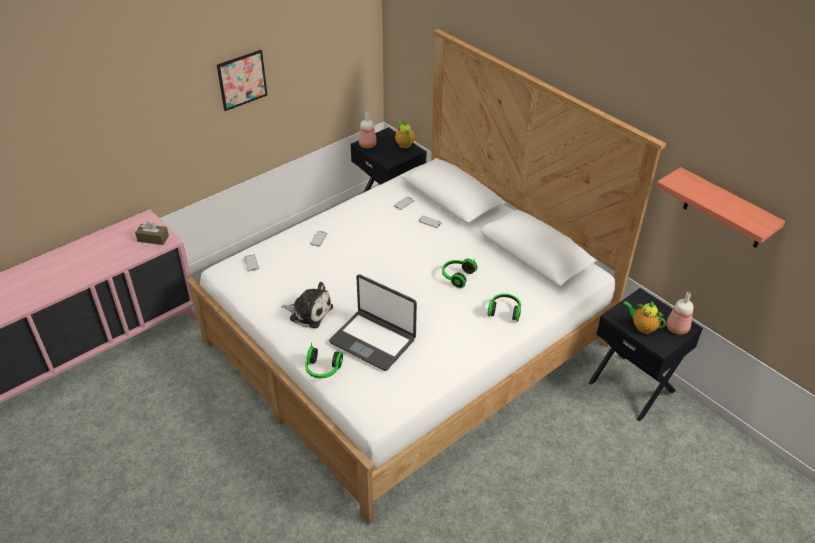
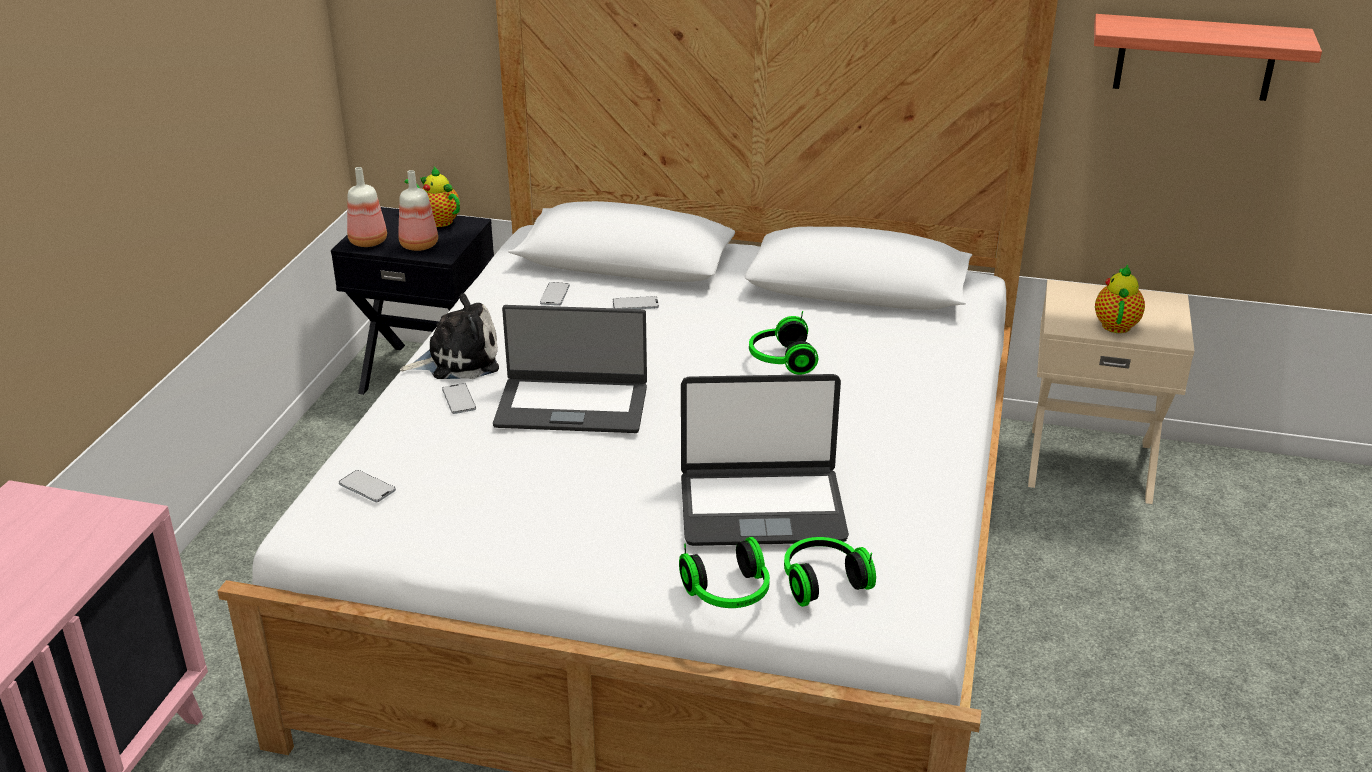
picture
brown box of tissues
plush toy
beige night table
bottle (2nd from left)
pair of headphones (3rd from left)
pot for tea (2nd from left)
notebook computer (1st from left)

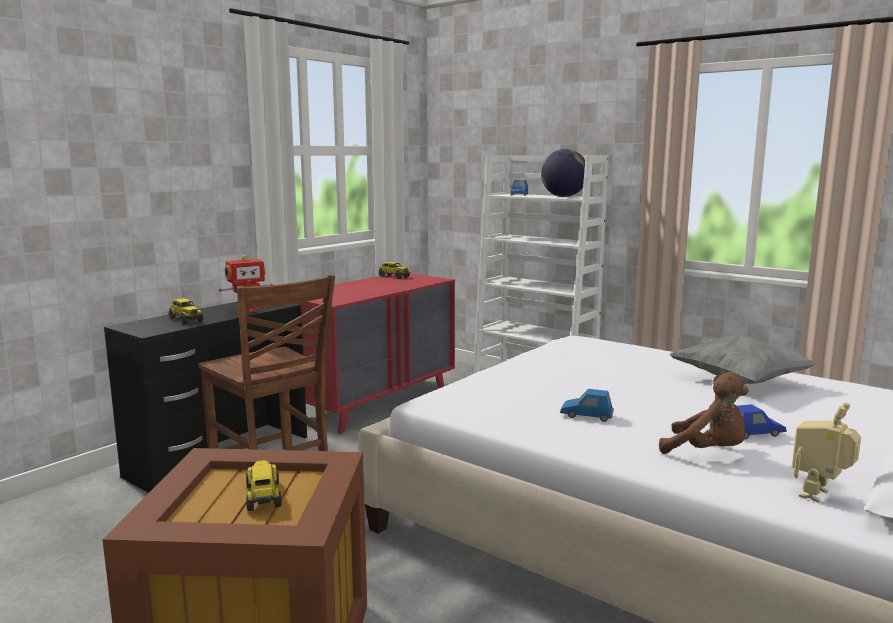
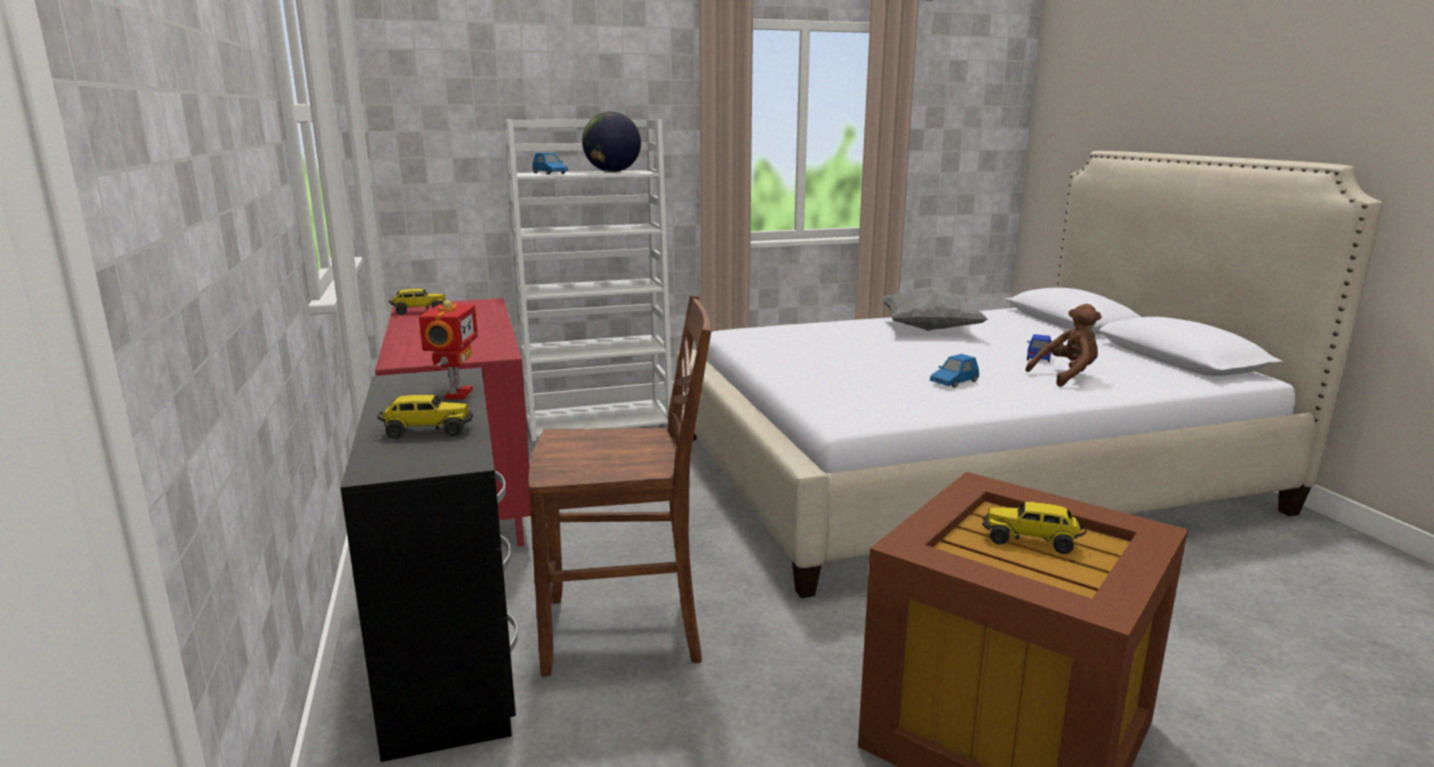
toy robot (2nd from left in the first image)

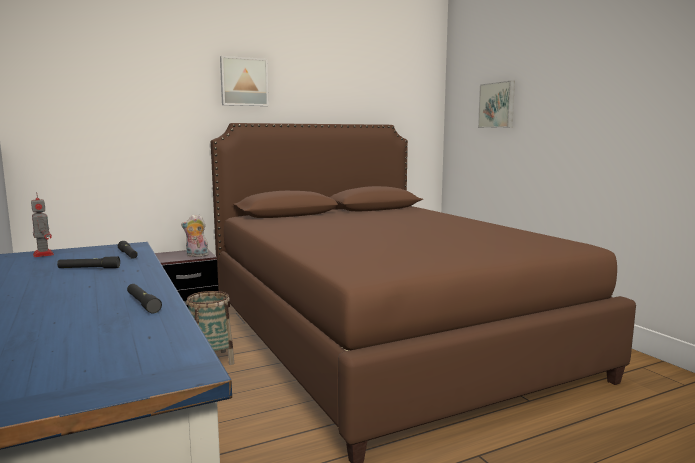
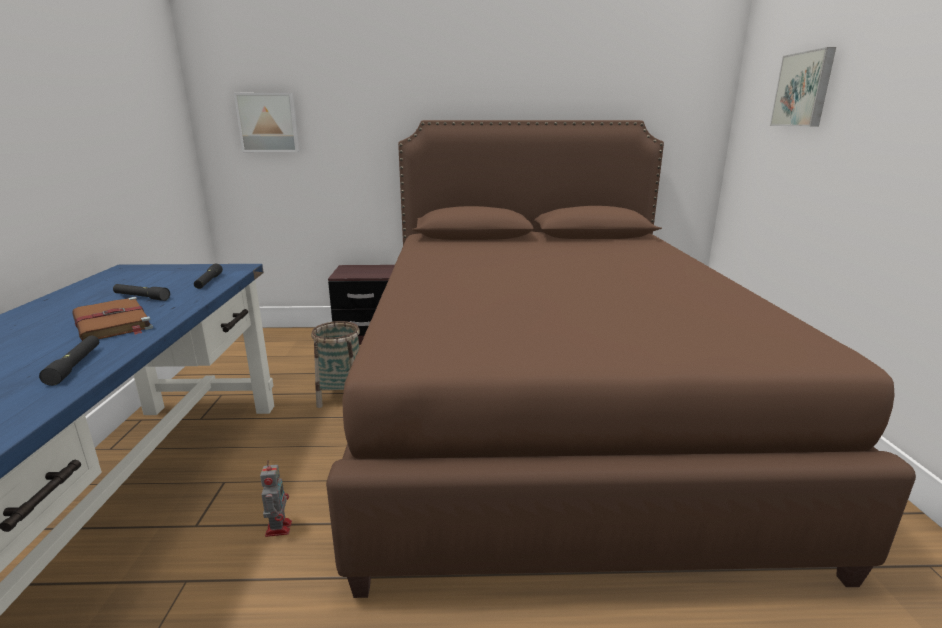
picture (1st from left)
toy robot
plush toy
brown bound book

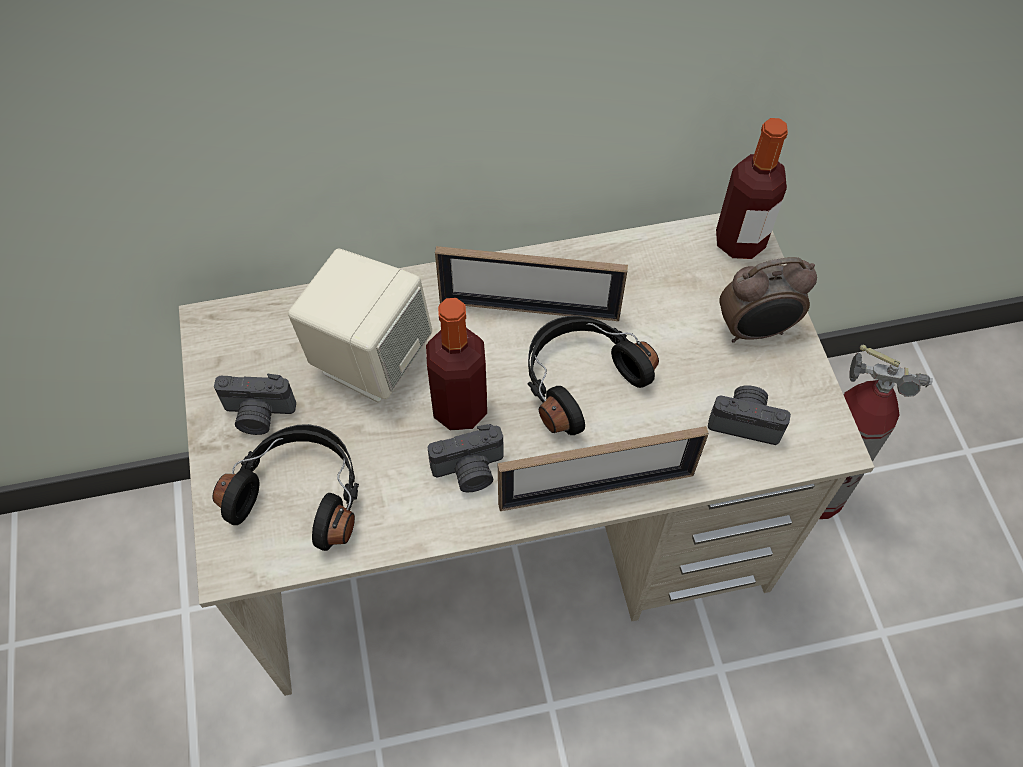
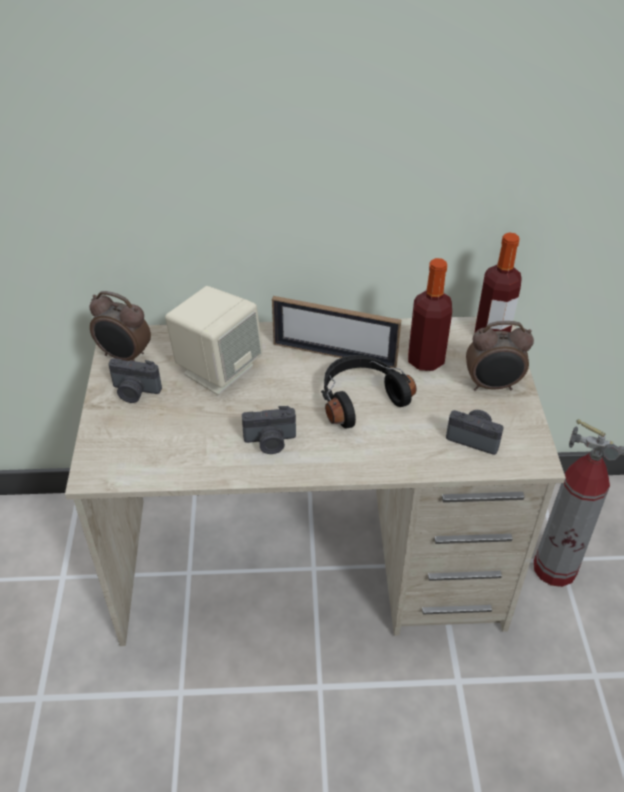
bottle (1st from left)
black-coloured pair of headphones (1st from left in the first image)
standing frame (2nd from left in the first image)
table clock (1st from left)

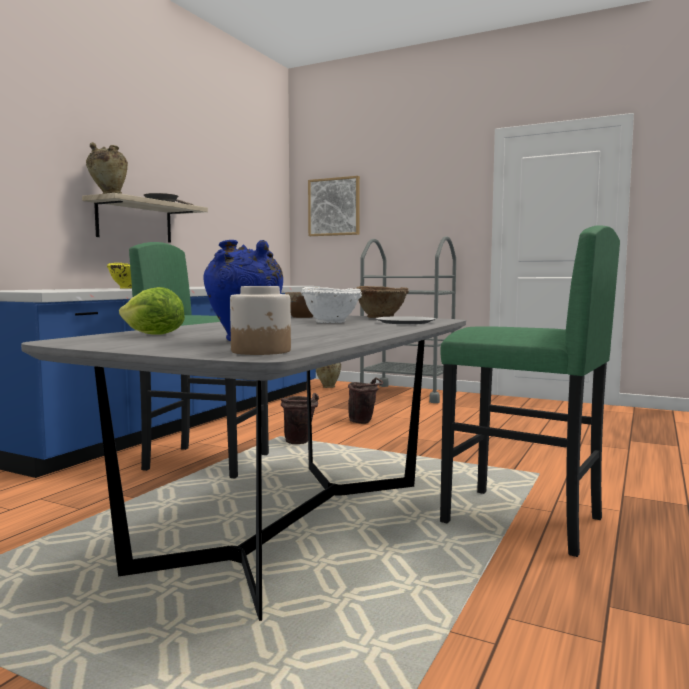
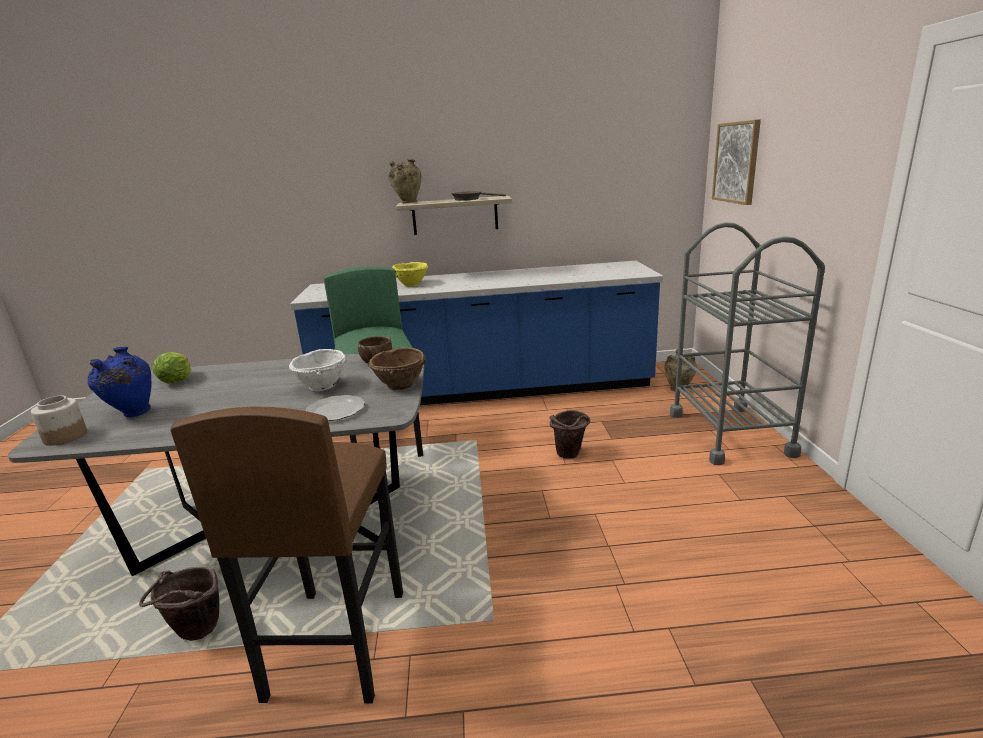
brown sitting stool
brown water bucket (1st from left)

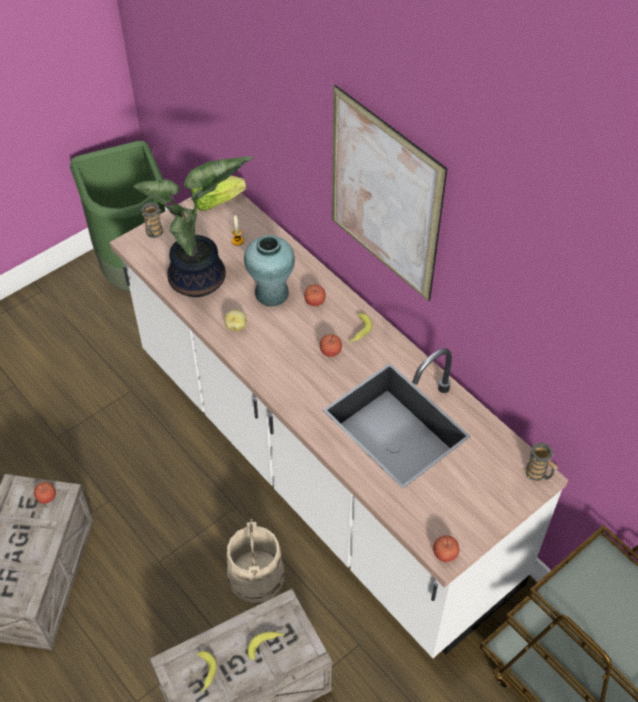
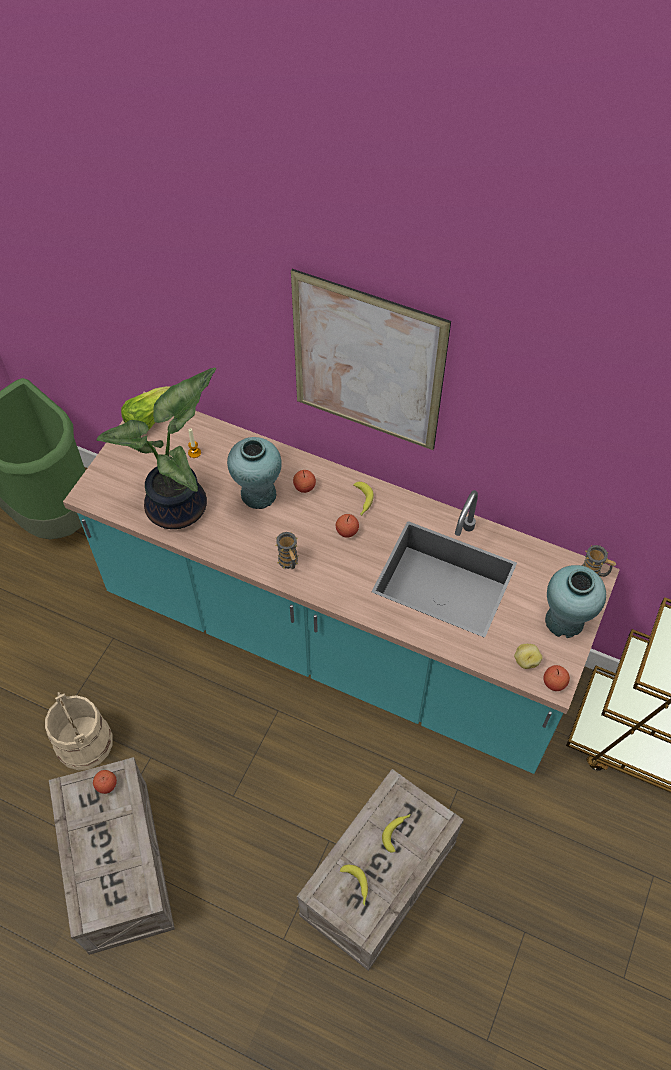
blue-green counter
coffee mug (1st from left)
potato
beige water bucket
blue-green vase (2nd from left)

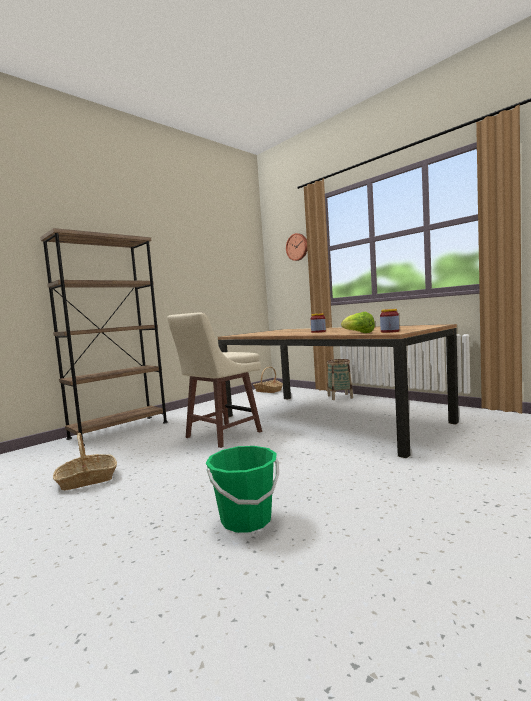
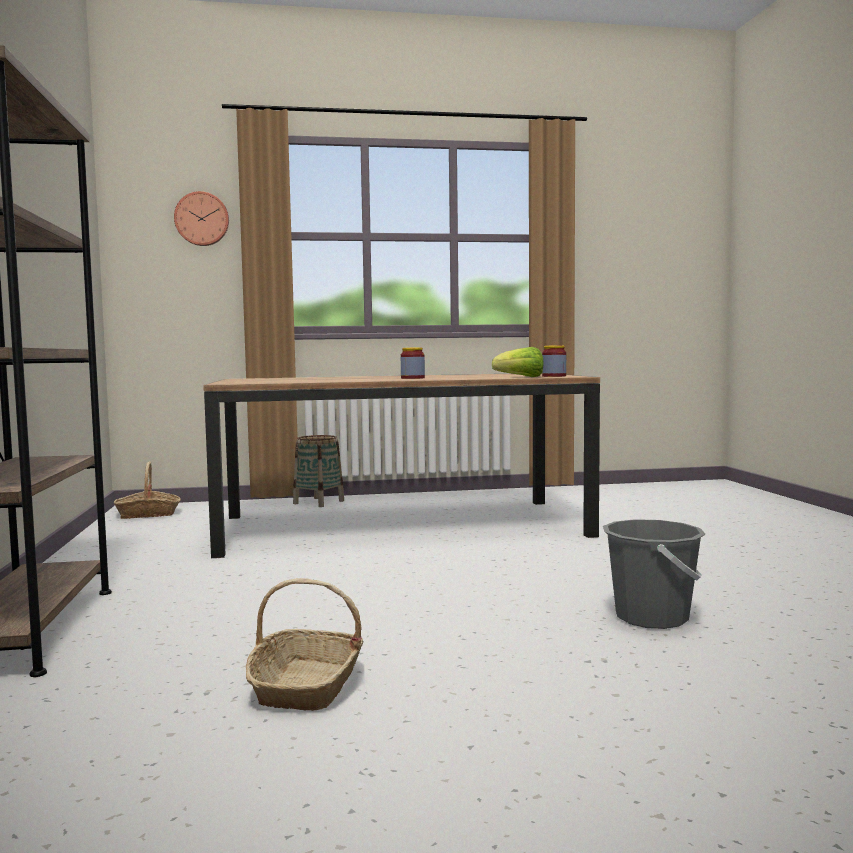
beige sitting stool
greyish water bucket

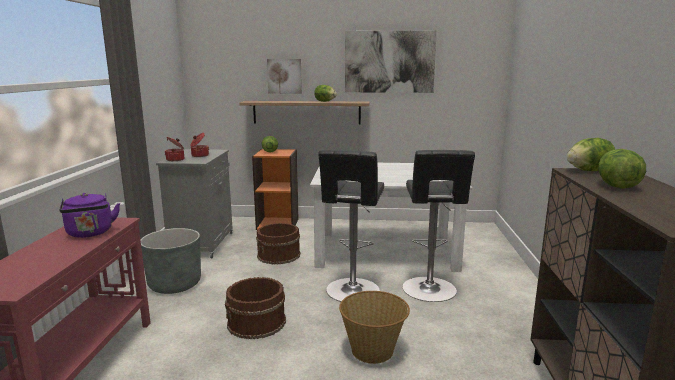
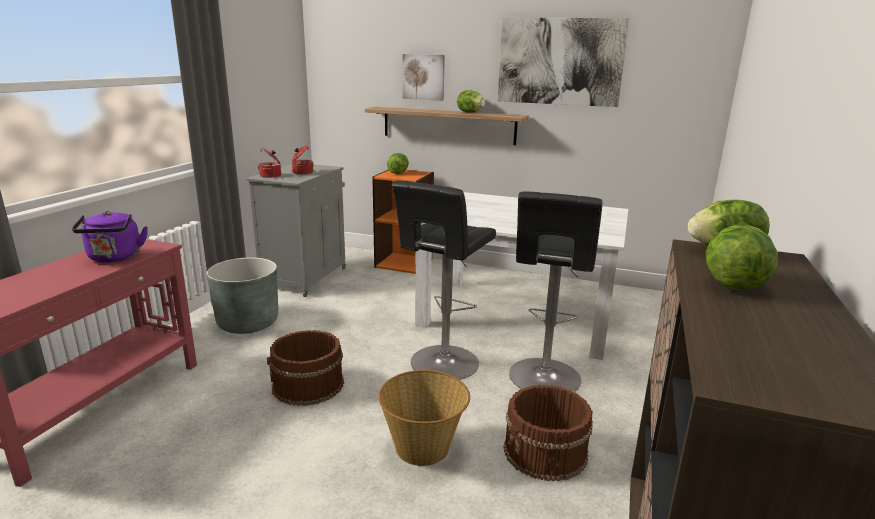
brown water bucket (2nd from left)

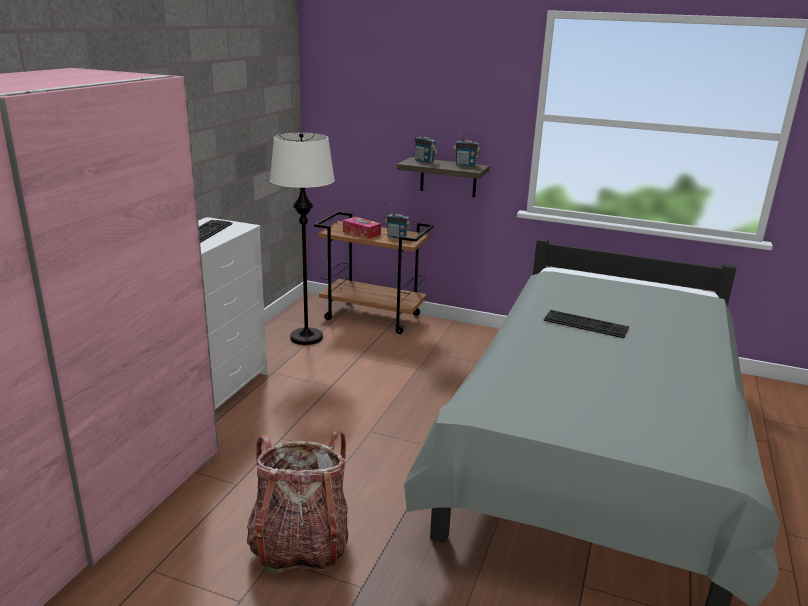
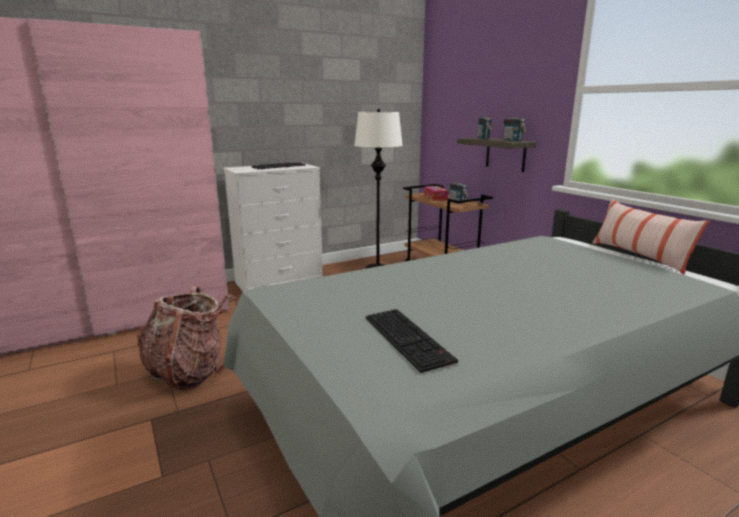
keyboard (2nd from left)
pillow

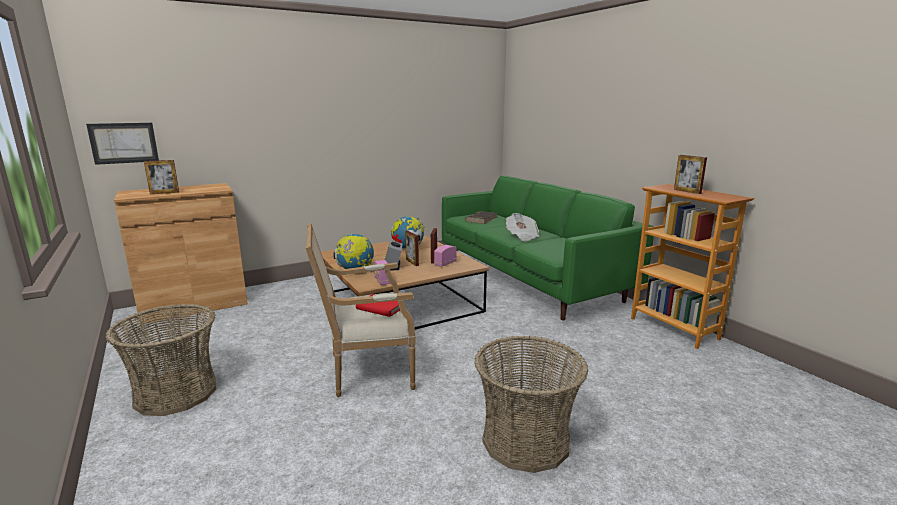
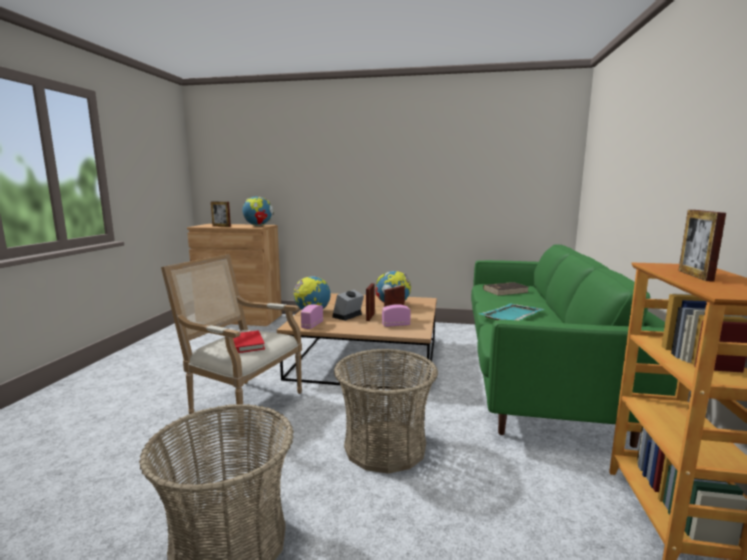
picture
blue-green serving tray
basket (2nd from left)
globe (1st from left)

